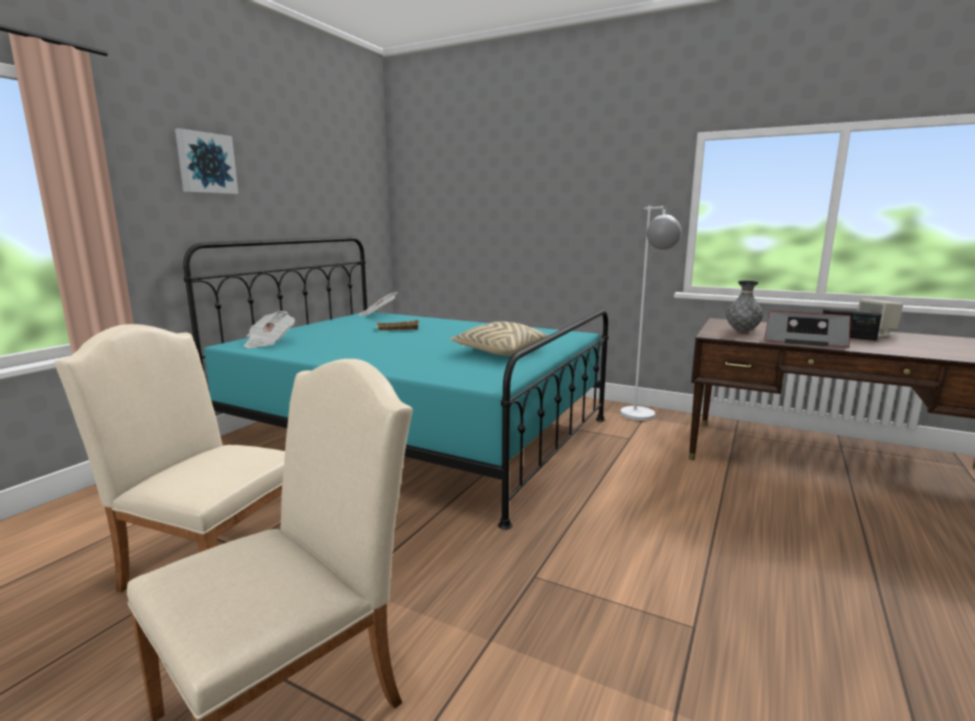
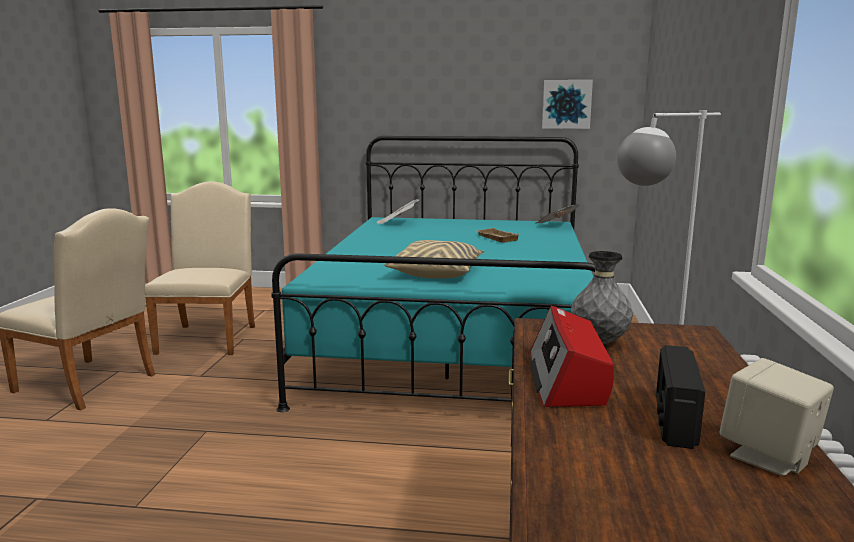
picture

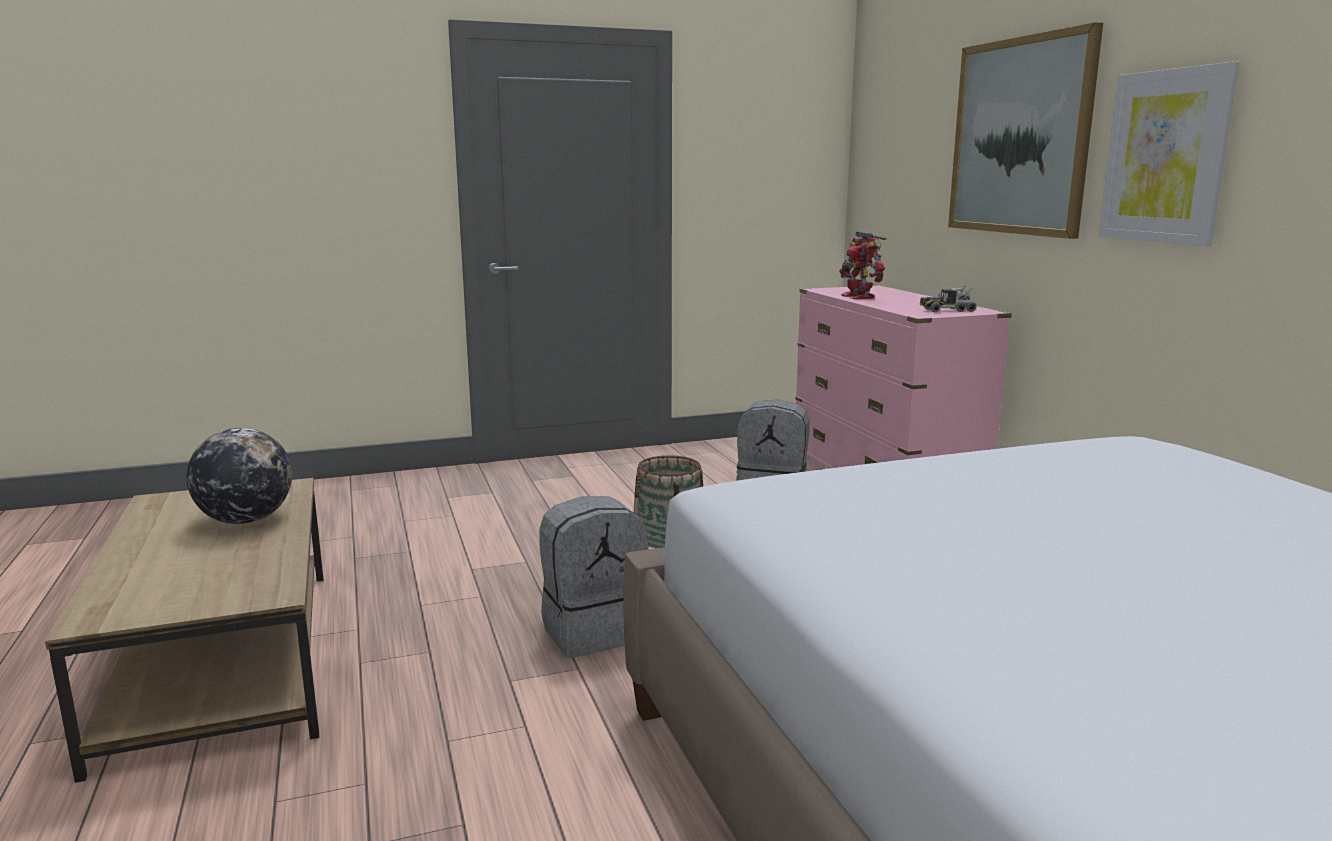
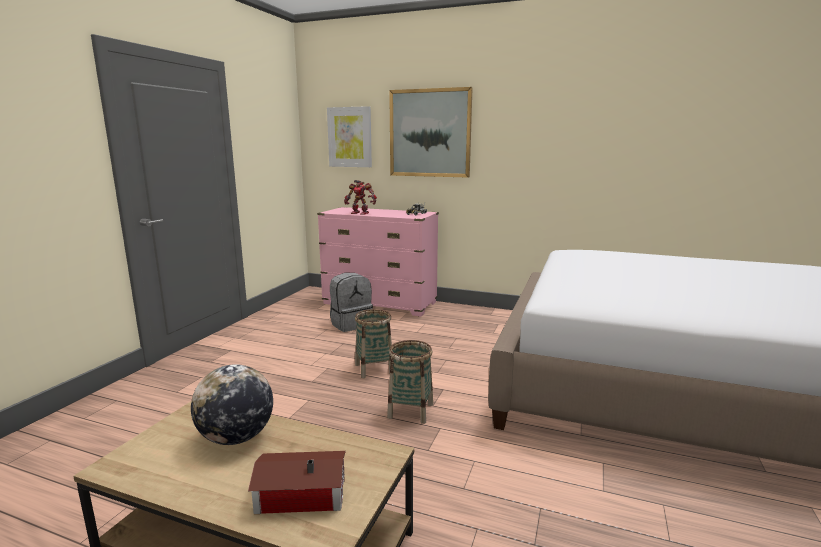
picture (1st from left)
basket (2nd from left)
toy house

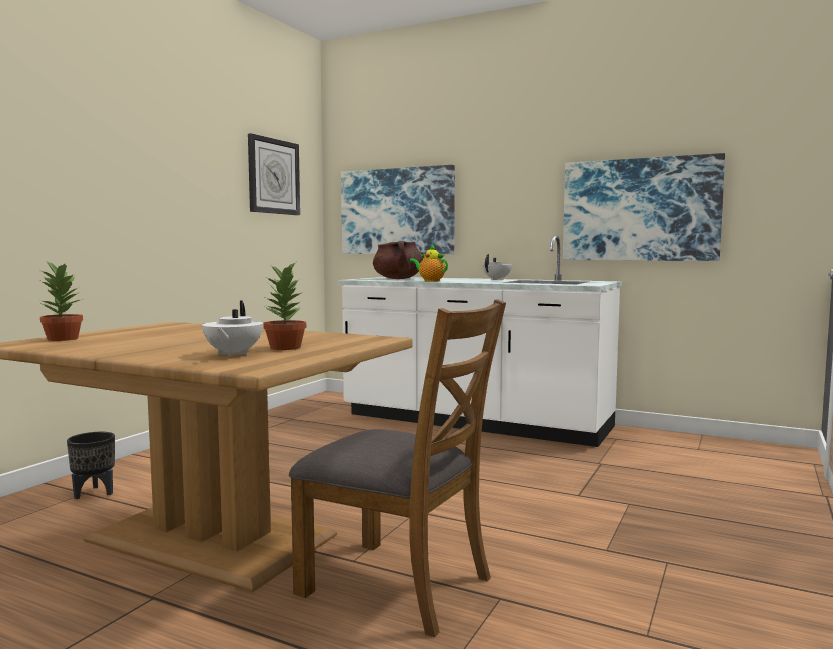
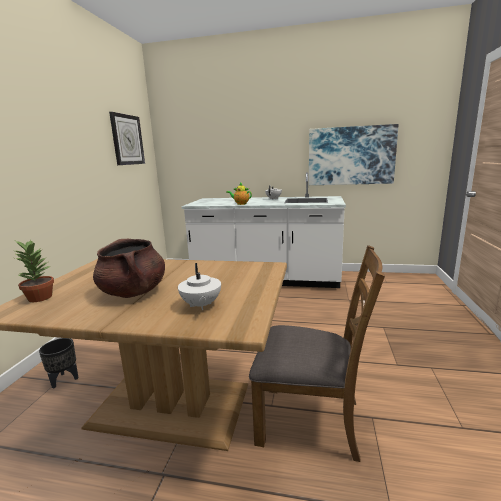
picture (1st from left in the first image)
brown cooking pot
houseplant (2nd from left in the first image)

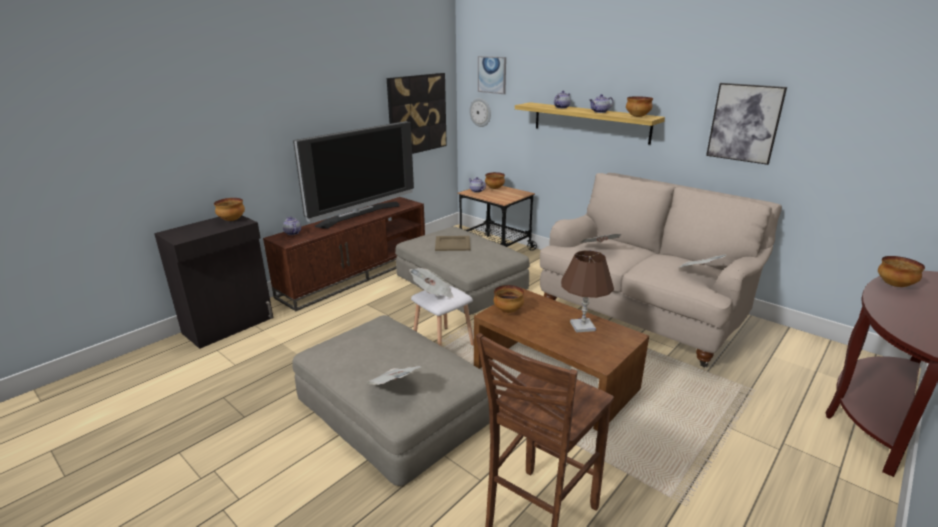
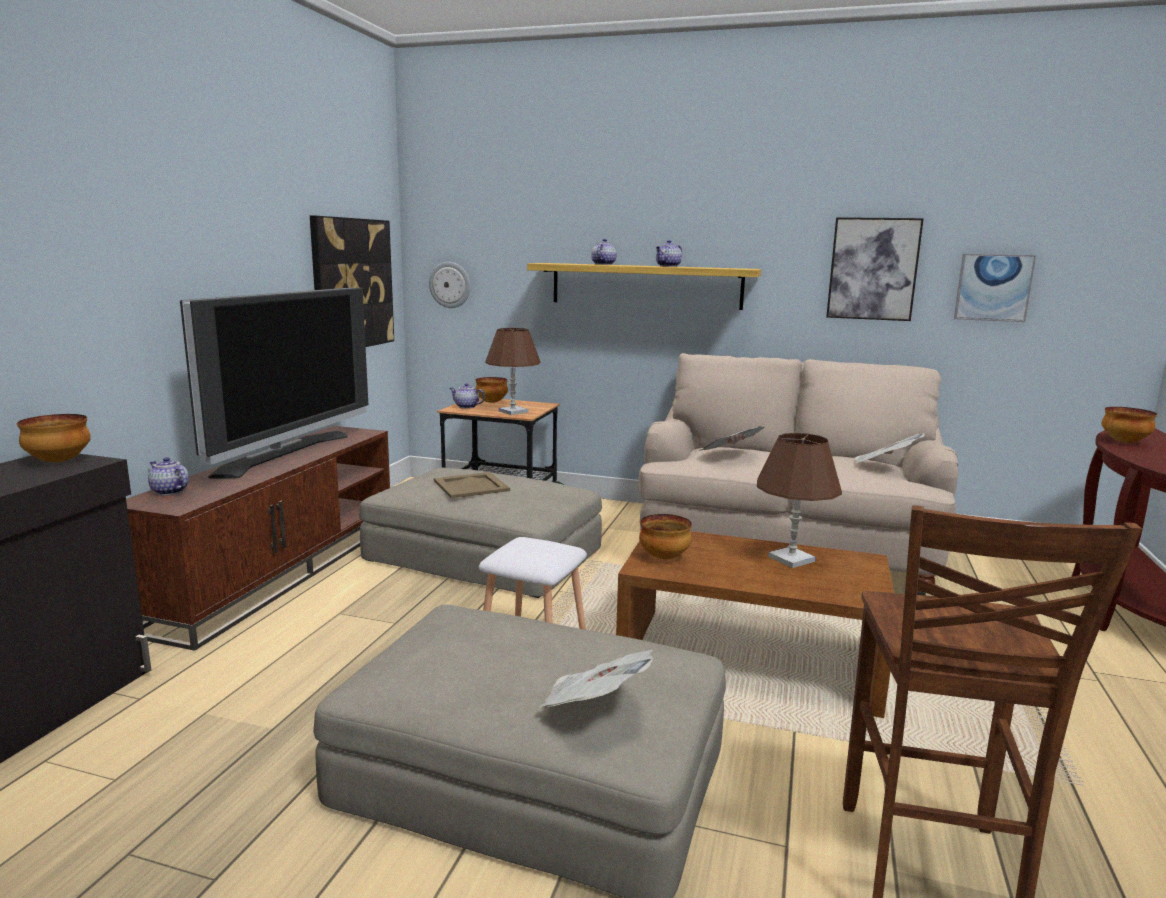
picture (3rd from left)
bowl (4th from left in the first image)
daily paper (2nd from left in the first image)
brown table lamp (1st from left)

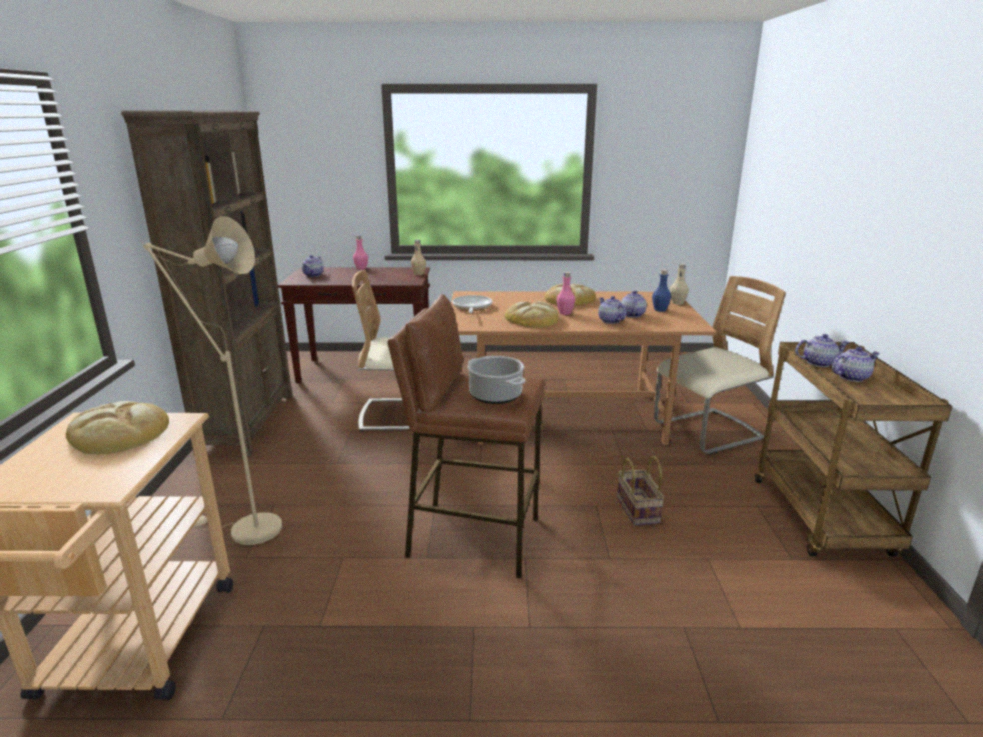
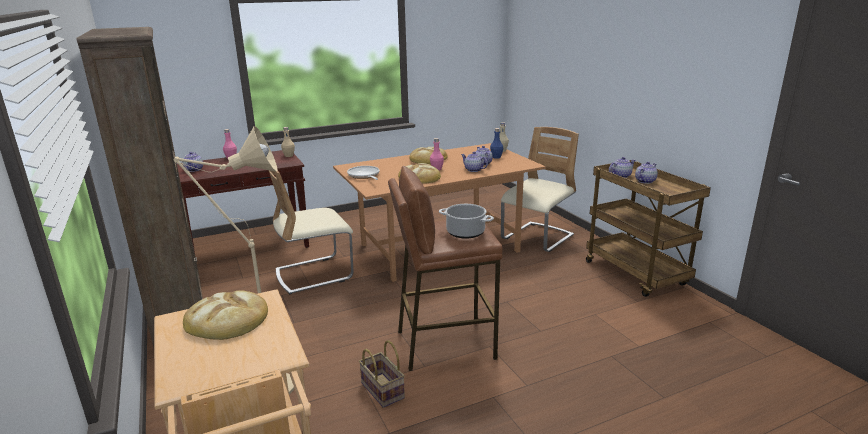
basket

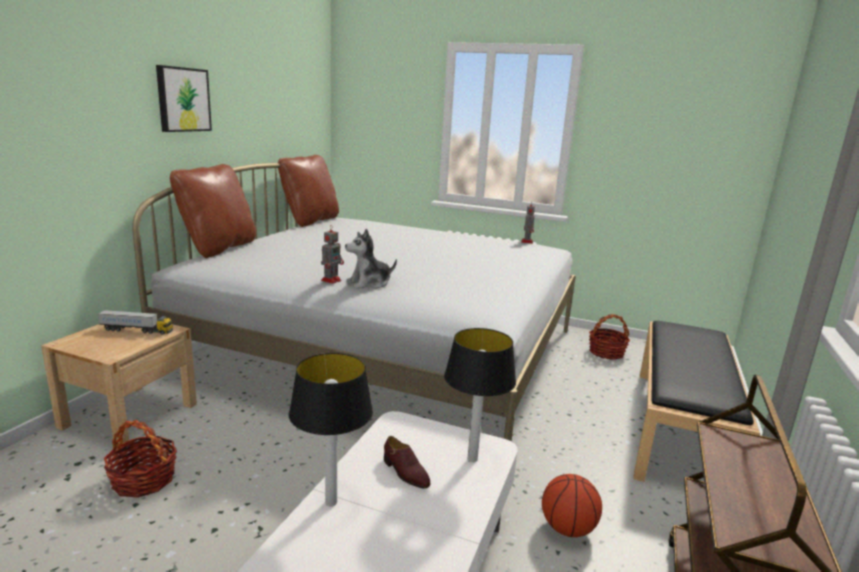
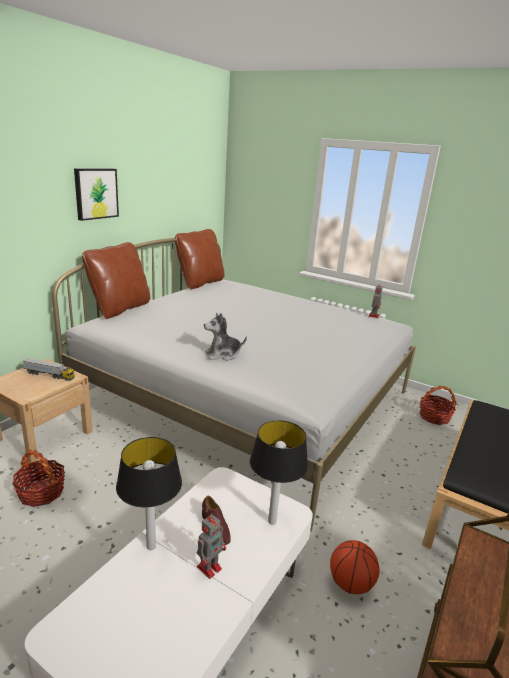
toy robot (1st from left)

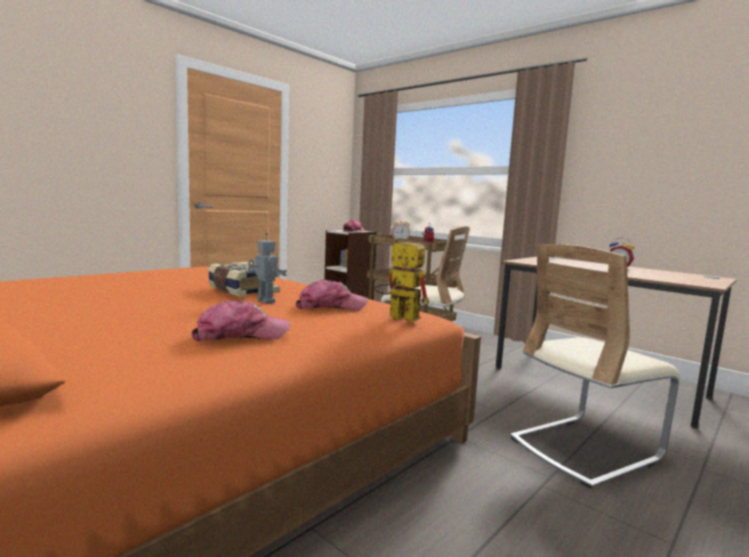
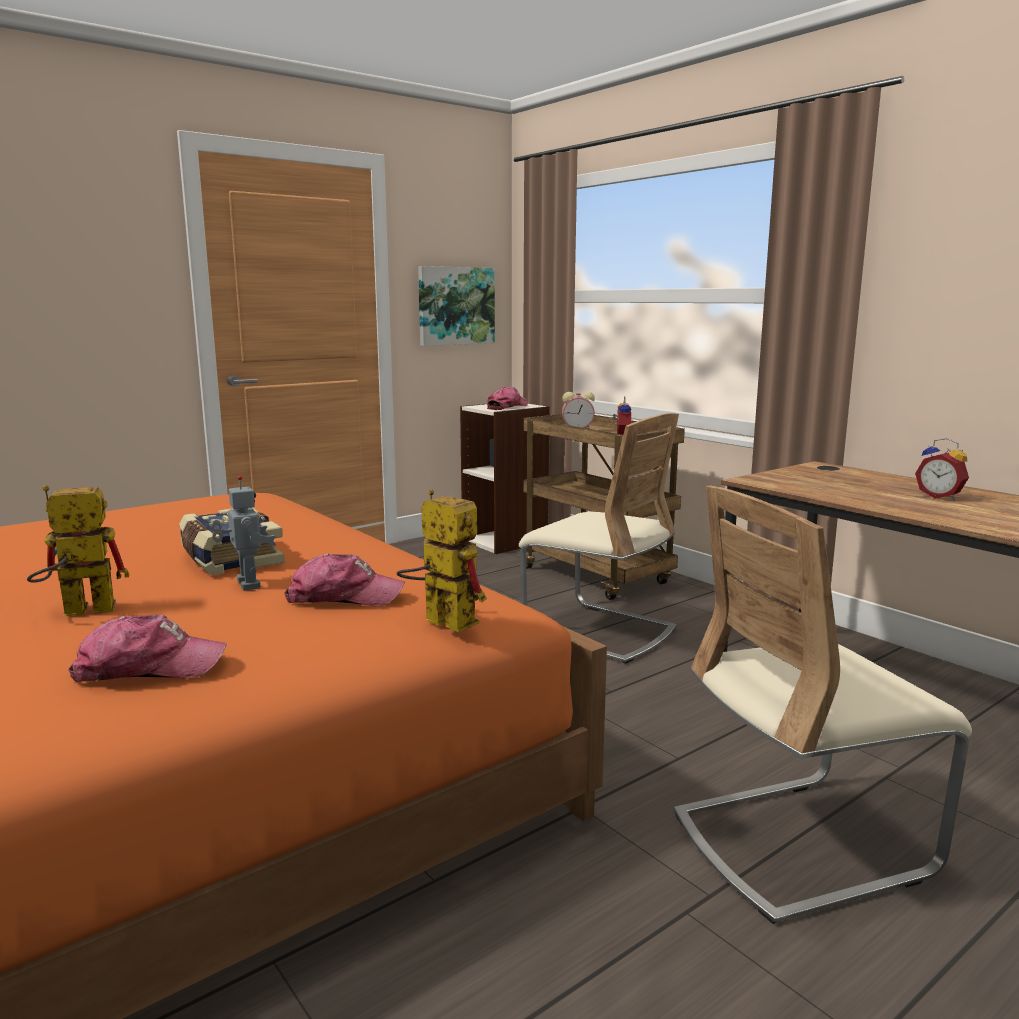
picture
toy robot (1st from left)

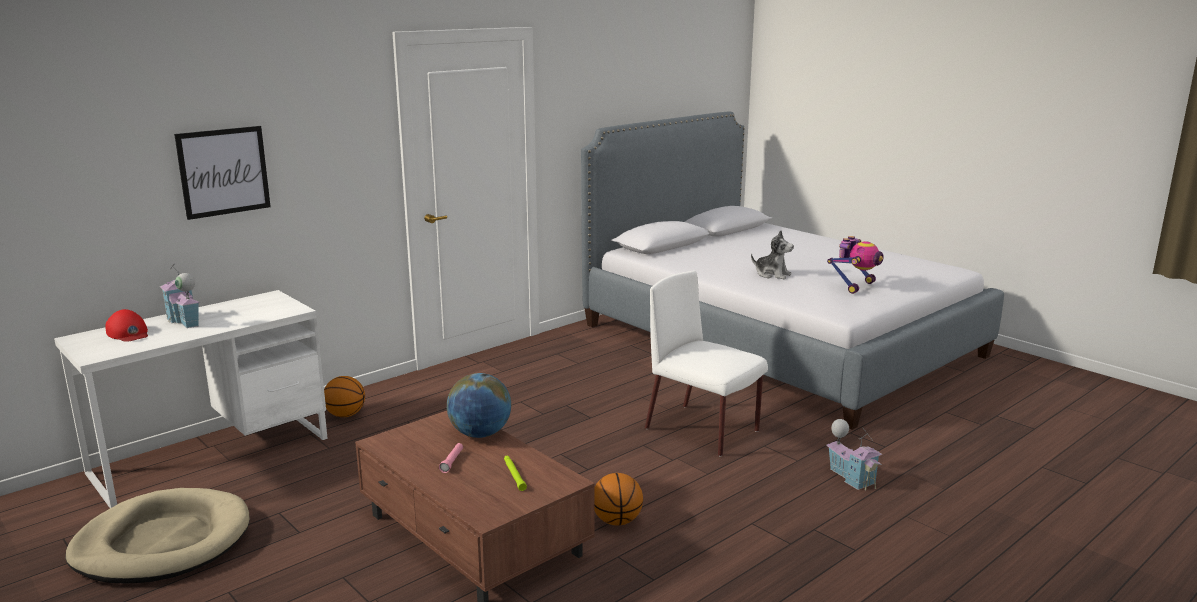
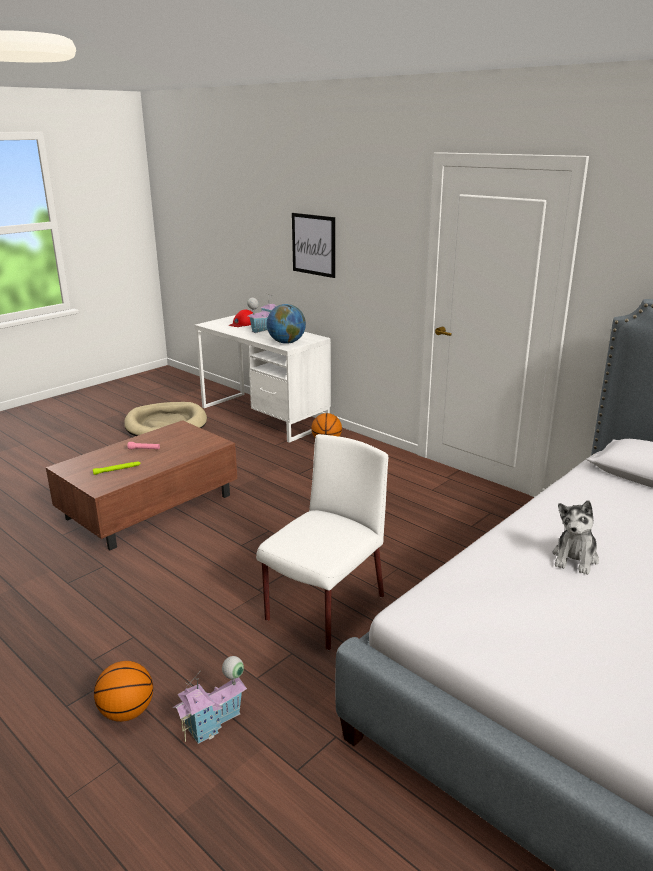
toy robot
globe
basketball (1st from left)

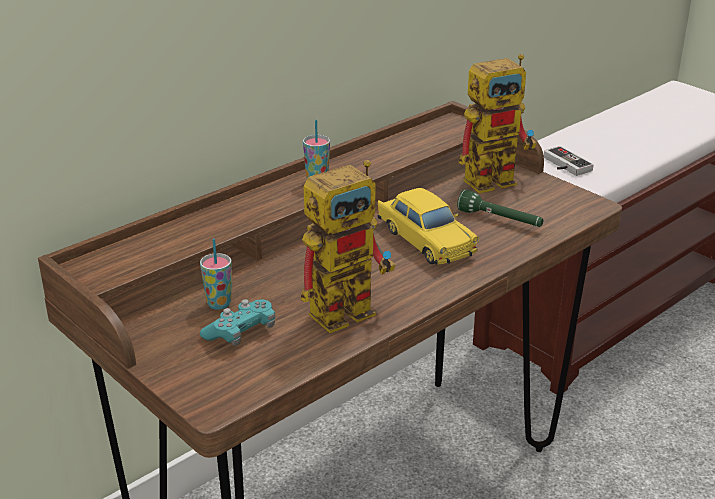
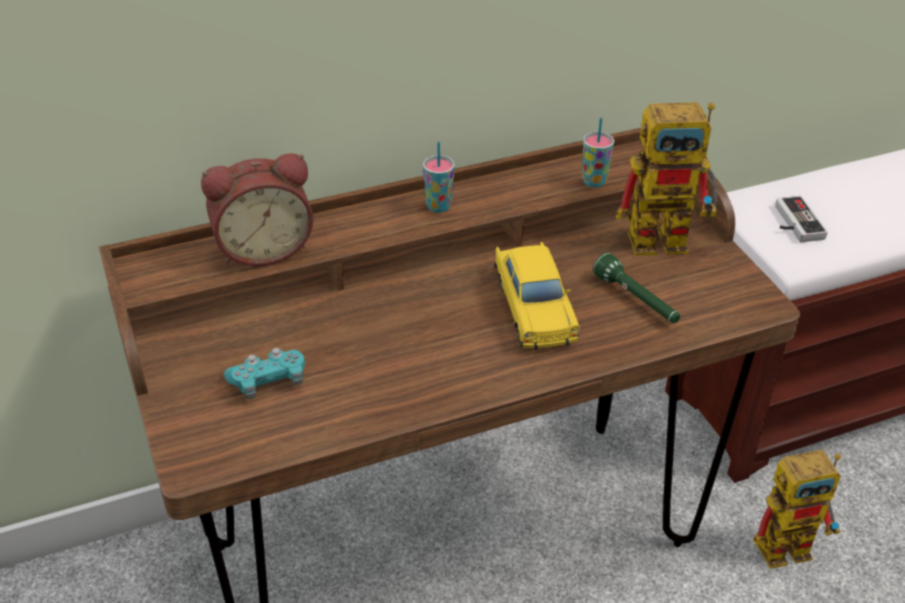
toy robot (2nd from left)
drinking cup (2nd from left)
table clock

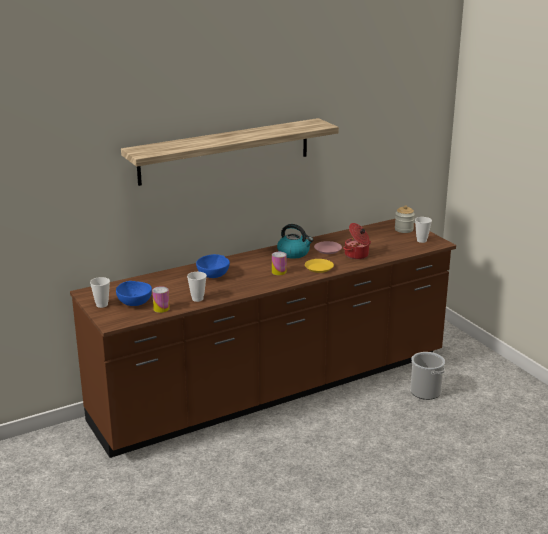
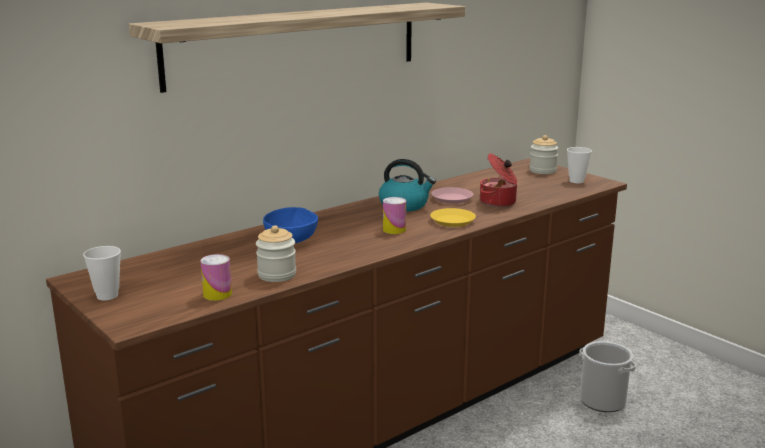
preserve jar (1st from left)
blue bowl (1st from left in the first image)

